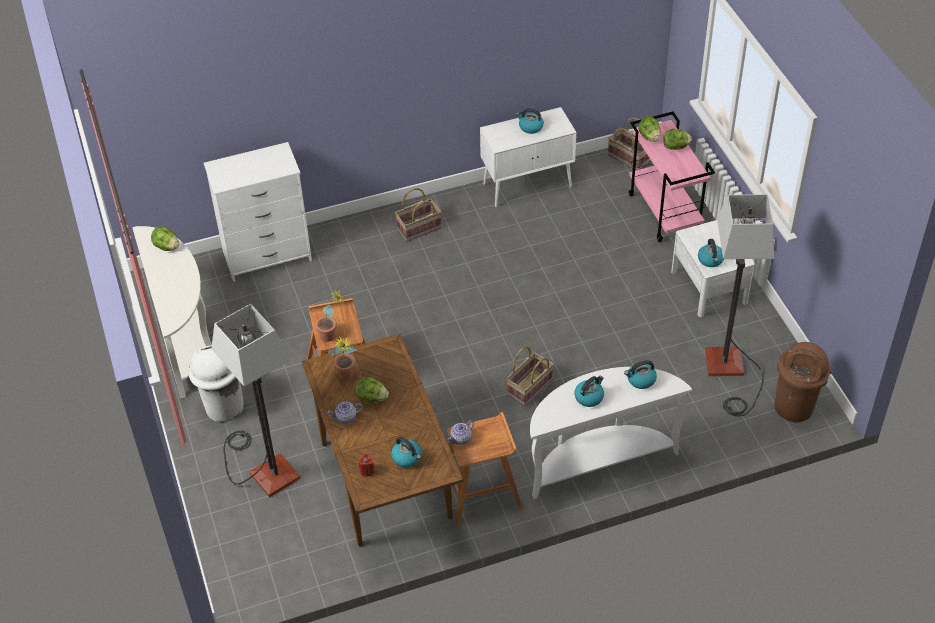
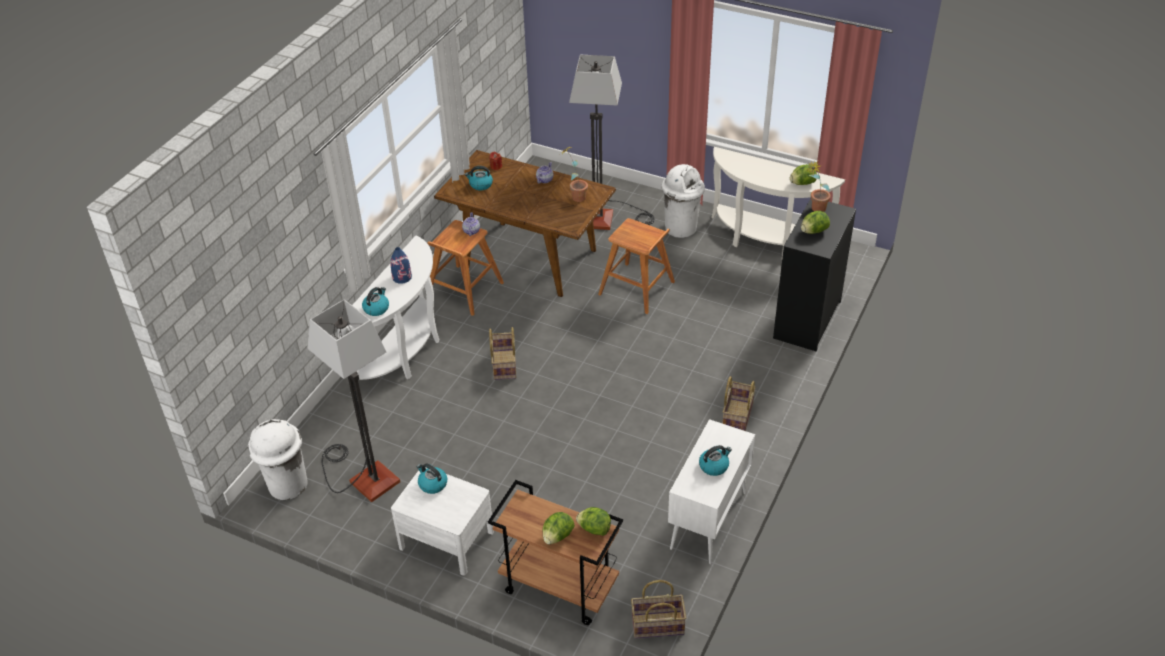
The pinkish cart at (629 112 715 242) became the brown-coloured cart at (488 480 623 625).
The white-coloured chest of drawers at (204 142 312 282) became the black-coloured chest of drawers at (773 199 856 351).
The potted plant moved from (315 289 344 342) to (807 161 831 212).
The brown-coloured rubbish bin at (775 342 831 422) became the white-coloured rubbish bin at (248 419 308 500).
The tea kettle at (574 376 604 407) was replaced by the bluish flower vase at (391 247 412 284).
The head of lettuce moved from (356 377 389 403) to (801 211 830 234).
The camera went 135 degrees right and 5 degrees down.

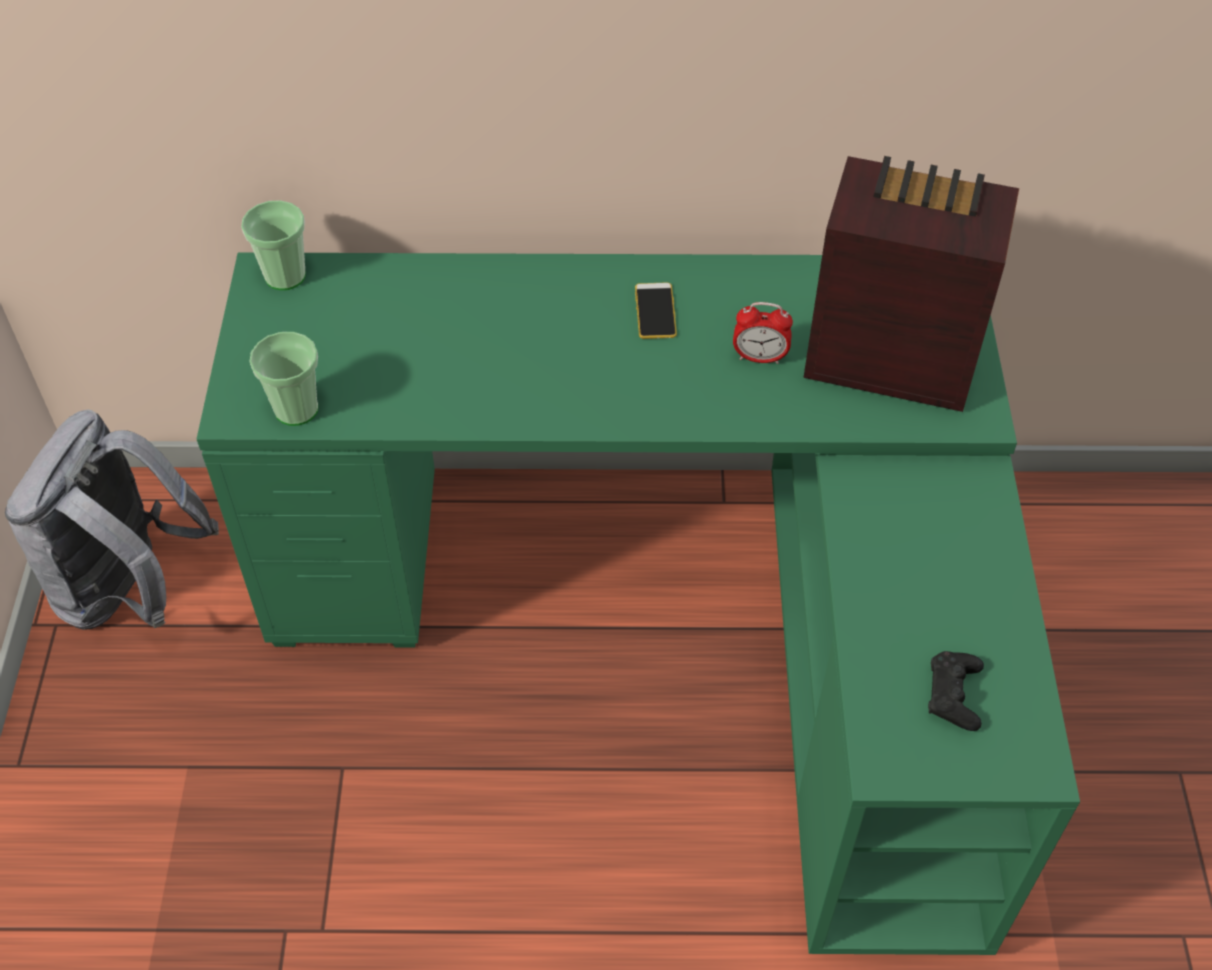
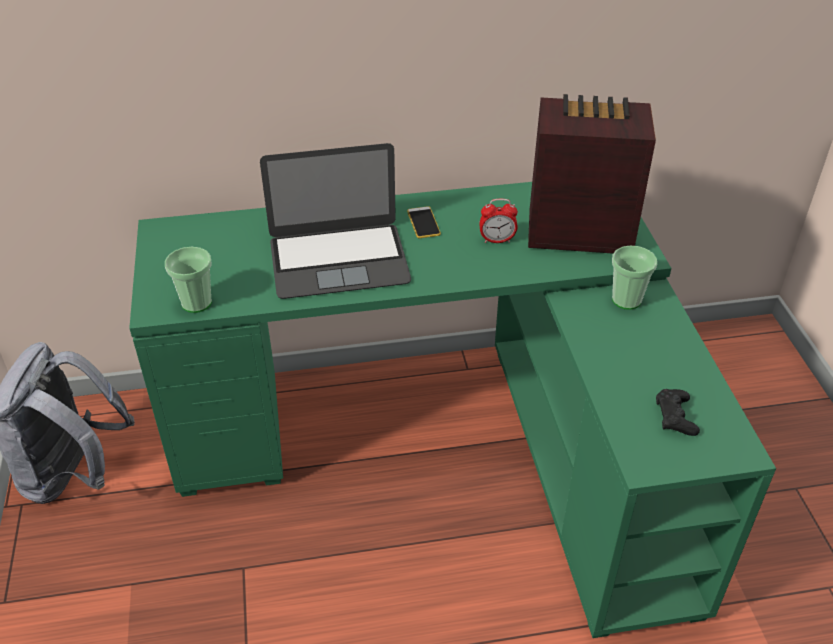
The cup moved from (241 200 306 290) to (612 246 657 310).
The notebook computer at (260 143 411 299) appeared.
The camera went 10 degrees left and 10 degrees down.

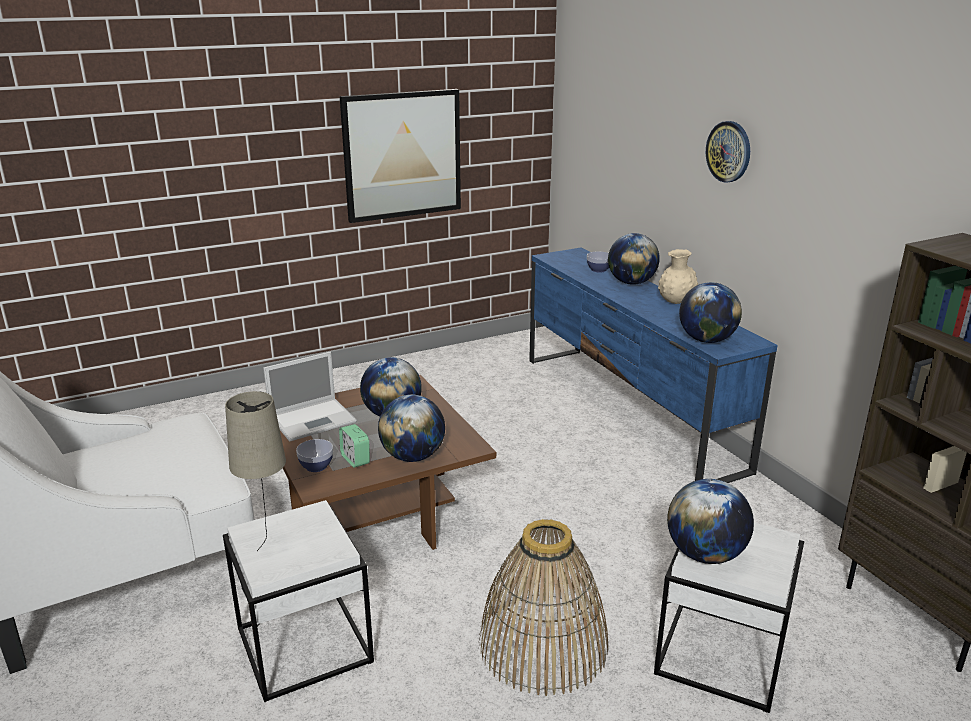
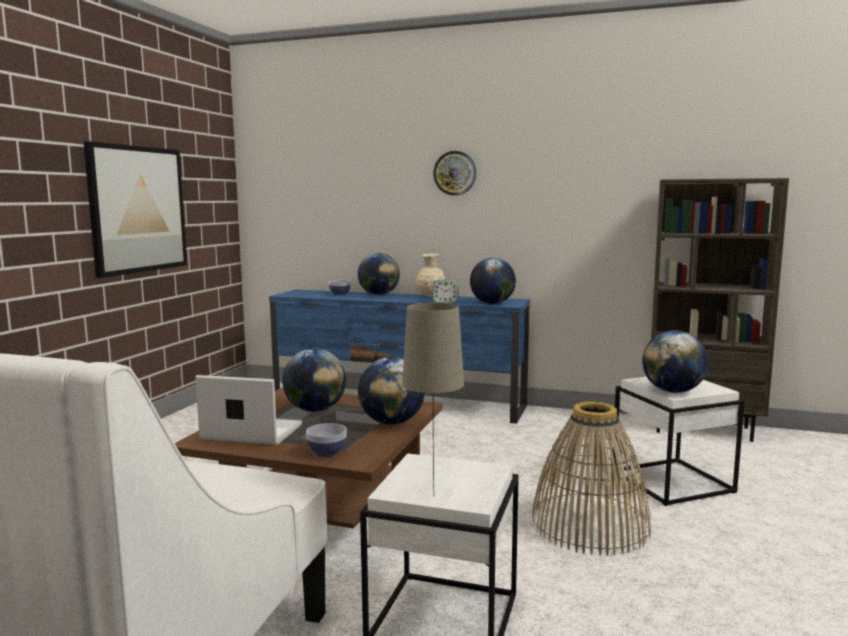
The notebook computer at (263 352 357 441) turned 90 degrees counterclockwise.
The table clock moved from (339 424 370 468) to (433 279 458 303).
The camera went 45 degrees left and 15 degrees down.

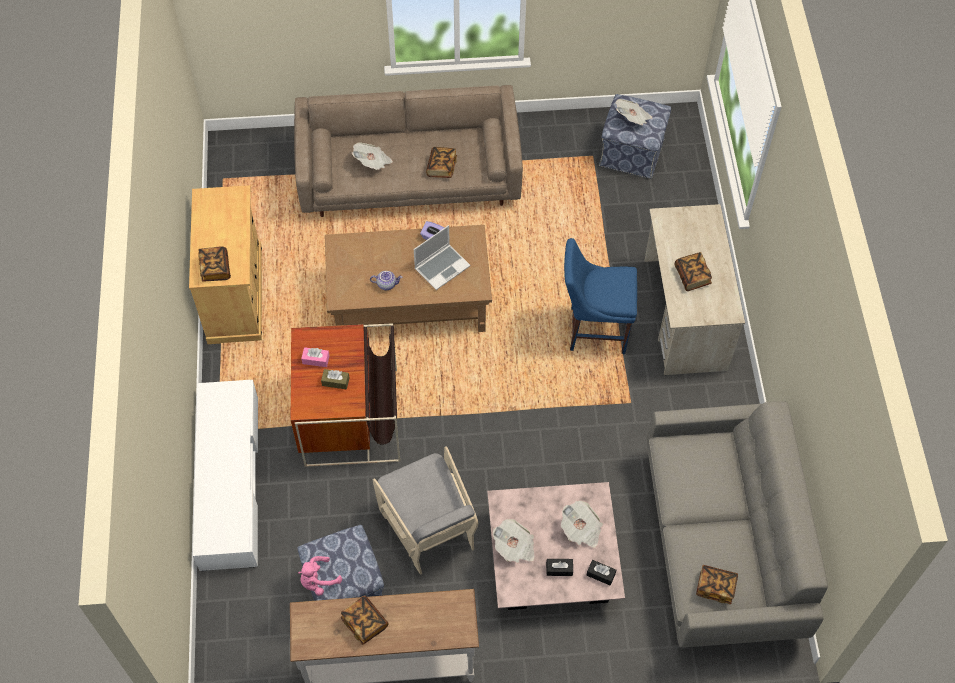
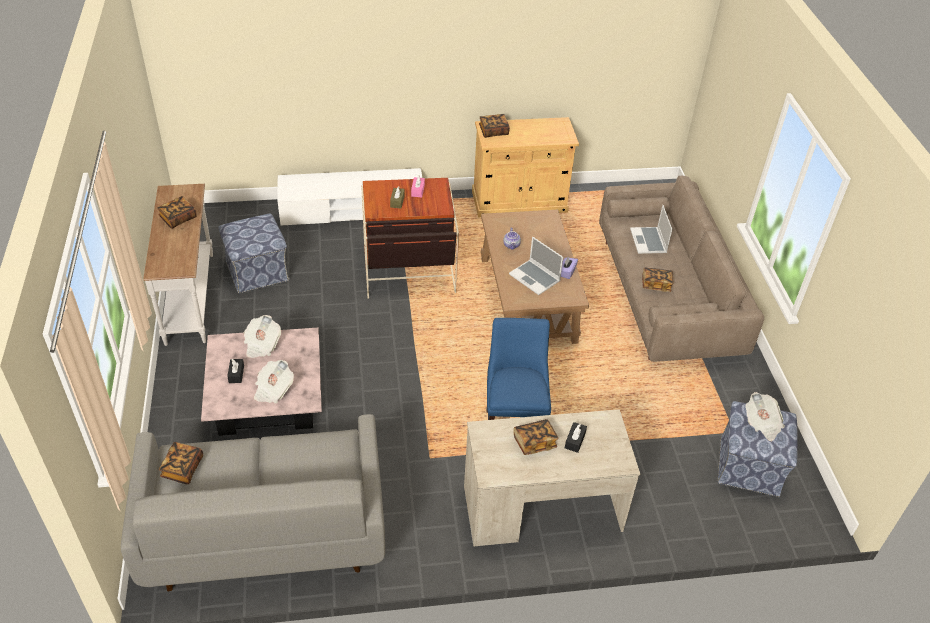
The newspaper at (352 142 393 170) was replaced by the notebook computer at (630 205 672 254).
The greyish lounge chair at (372 446 478 575) disappeared.
The pinkish plush toy at (298 556 342 596) disappeared.
The black-coloured box of tissues moved from (587 560 616 586) to (565 422 587 453).
The camera went 85 degrees right and 15 degrees down.

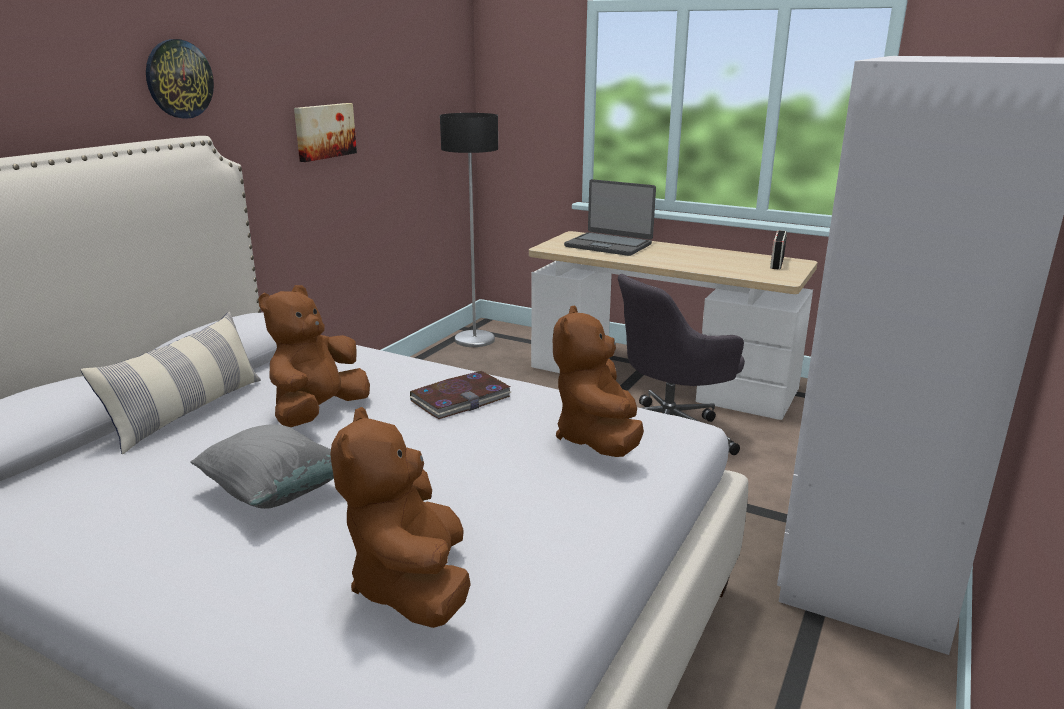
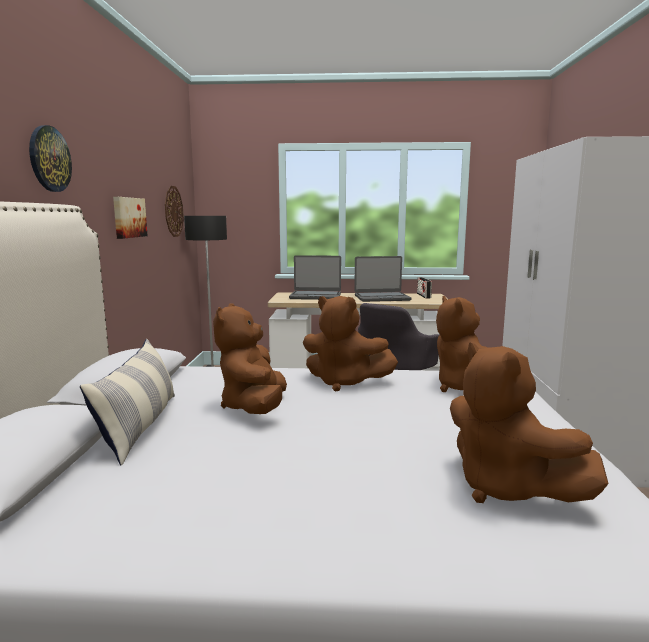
The volume at (409 371 512 419) was replaced by the brown-coloured plush toy at (303 296 398 392).
The greyish throw pillow at (190 424 334 509) disappeared.
The wall clock at (165 186 184 237) appeared.
The notebook computer at (354 256 412 302) appeared.
The camera went 25 degrees left and 10 degrees down.

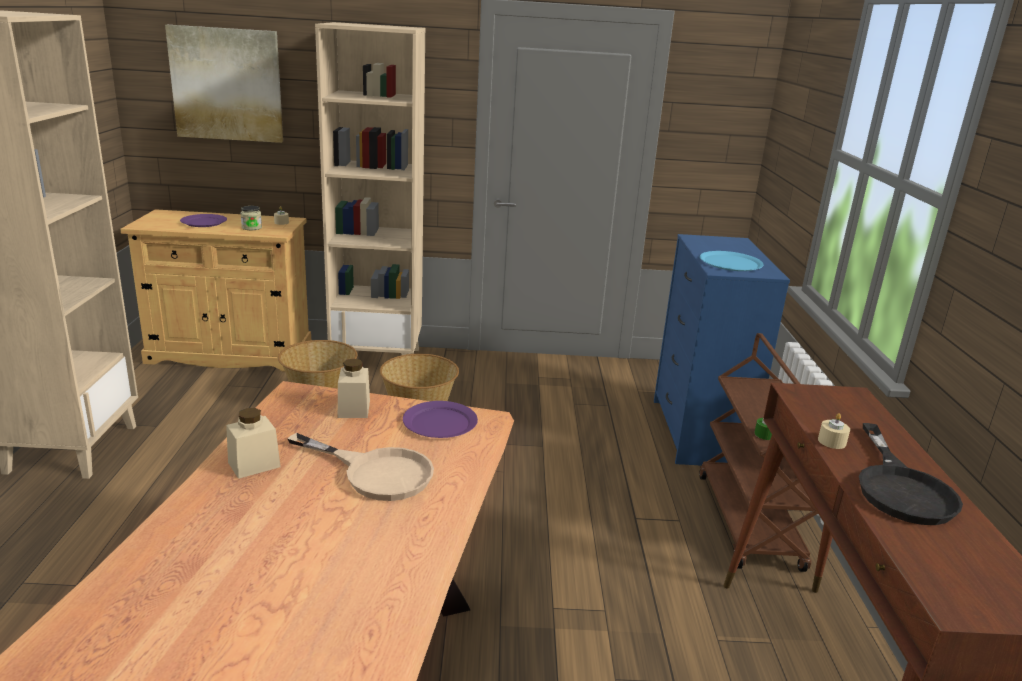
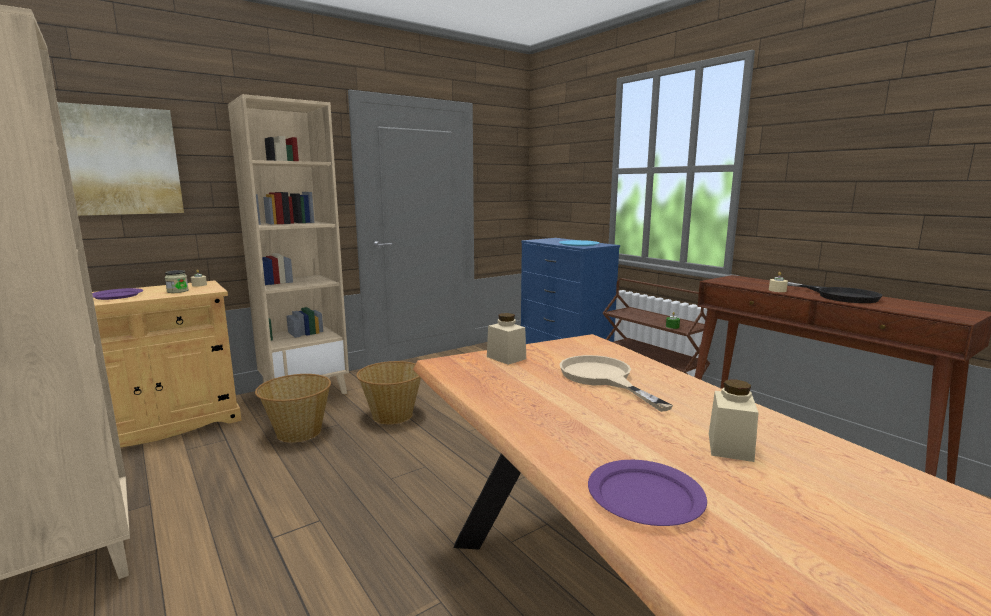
The purple-coloured dinner plate moved from (403 401 478 438) to (588 460 707 526).
The beige-coloured preserve jar moved from (226 408 281 479) to (709 379 758 462).
The beige-coloured frying pan at (287 433 434 501) turned 105 degrees counterclockwise.
The camera went 35 degrees left and 10 degrees down.

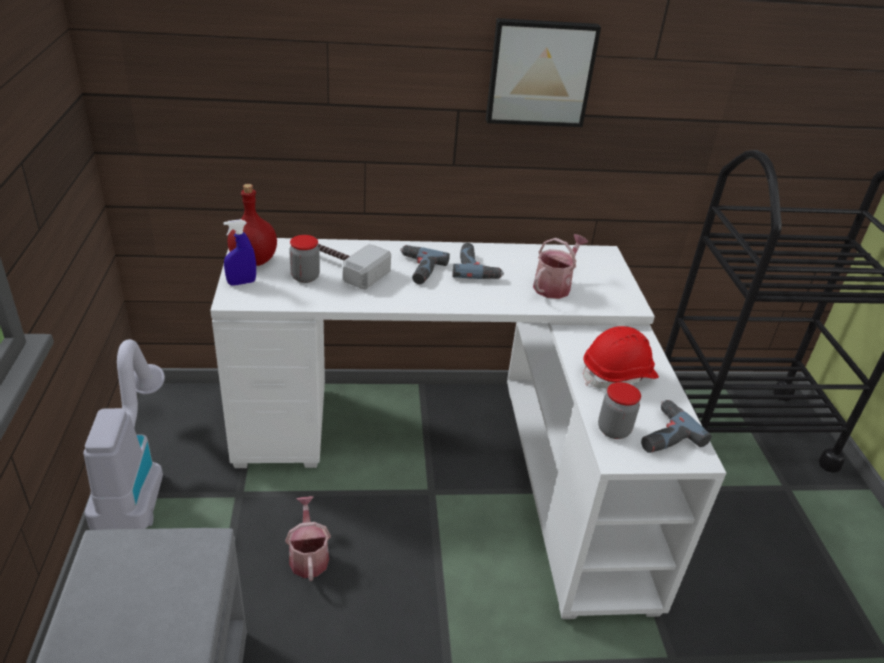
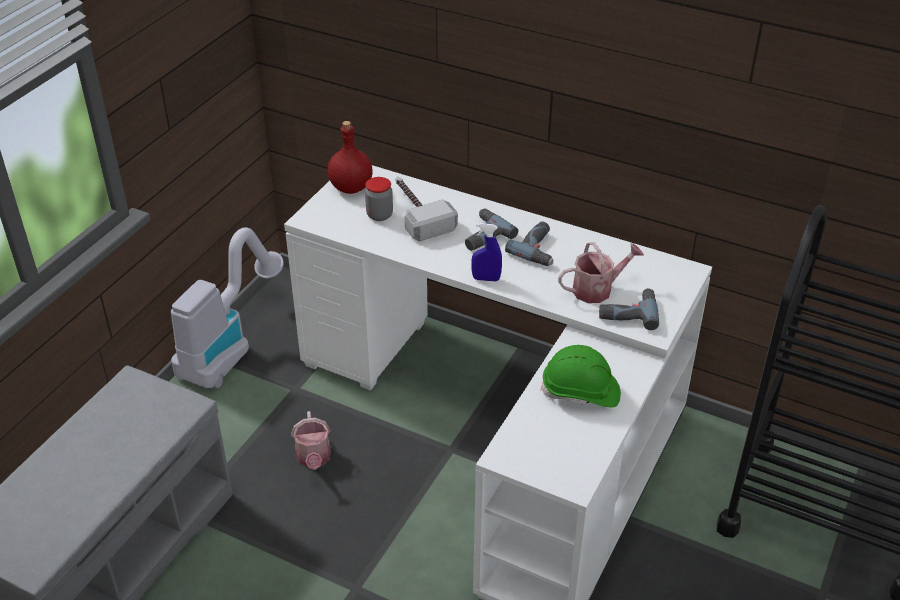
The wall picture at (486 18 601 127) disappeared.
The bluish hand sprayer moved from (223 219 256 286) to (471 223 502 282).
The red-coloured safety helmet at (583 326 659 388) became the green-coloured safety helmet at (540 345 621 408).
The preserve jar at (598 382 641 439) disappeared.
The power drill moved from (641 400 712 453) to (599 288 659 330).
The watering can at (285 496 331 581) turned 150 degrees clockwise.
The camera went 35 degrees right and 5 degrees up.

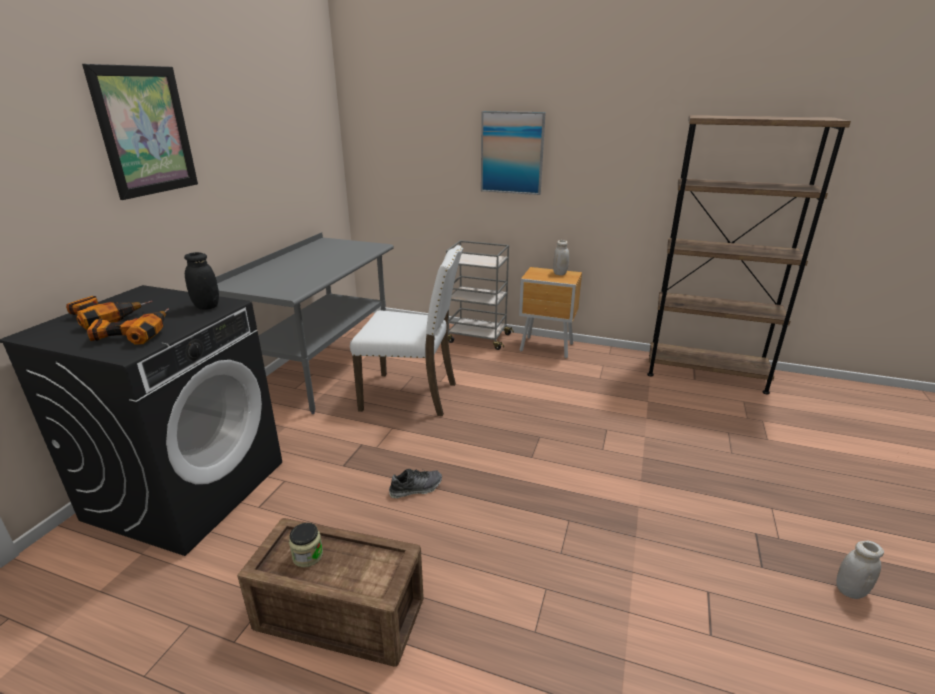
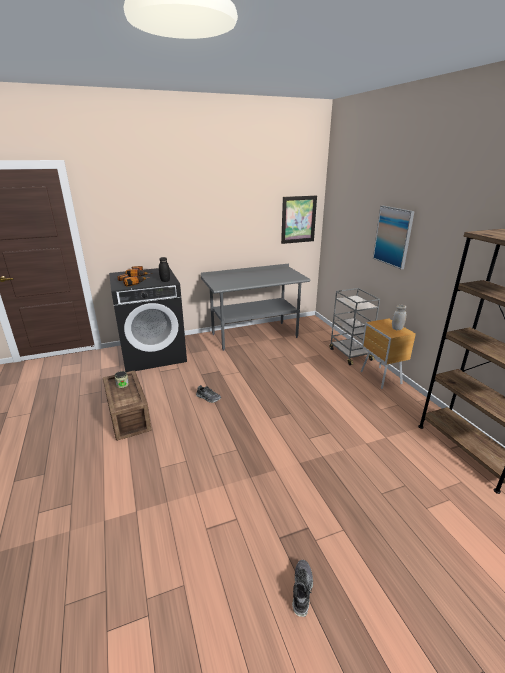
The wall picture moved from (82 64 198 200) to (281 196 317 244).
The white-coloured plain chair at (350 245 463 416) disappeared.
The white-coloured preserve jar at (836 541 884 599) was replaced by the shoe at (292 560 313 617).
The camera went 50 degrees right and 0 degrees up.

